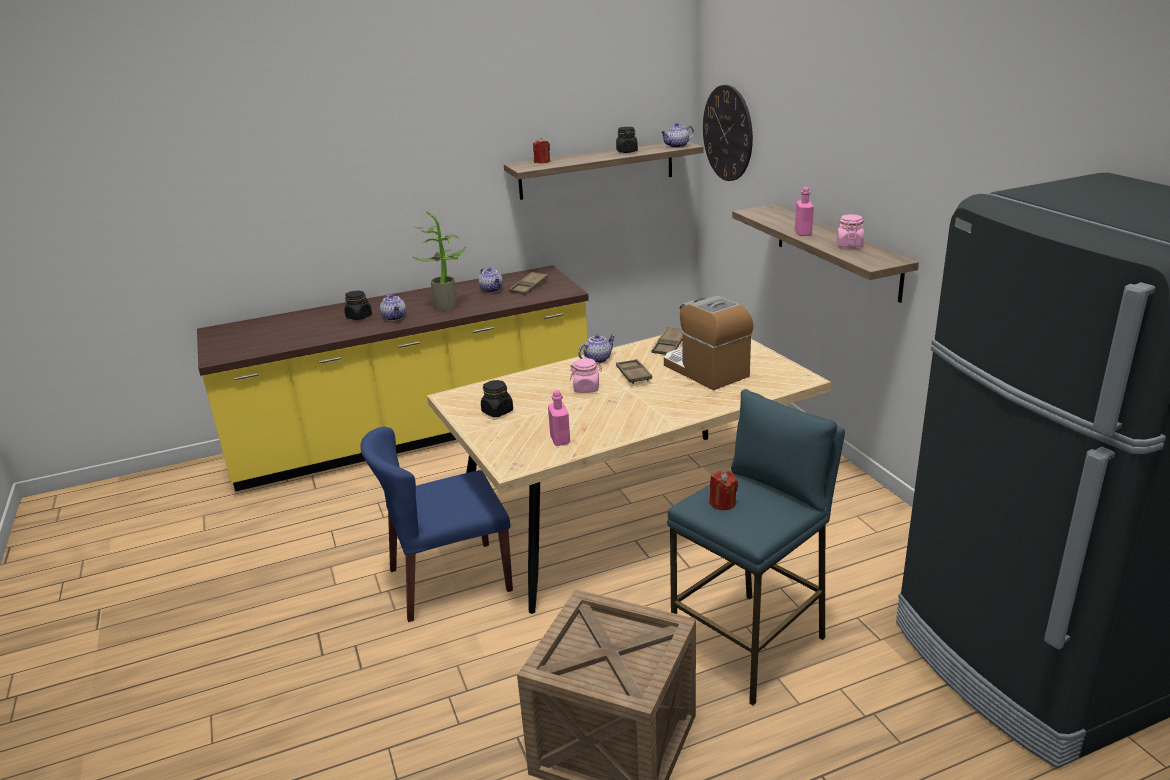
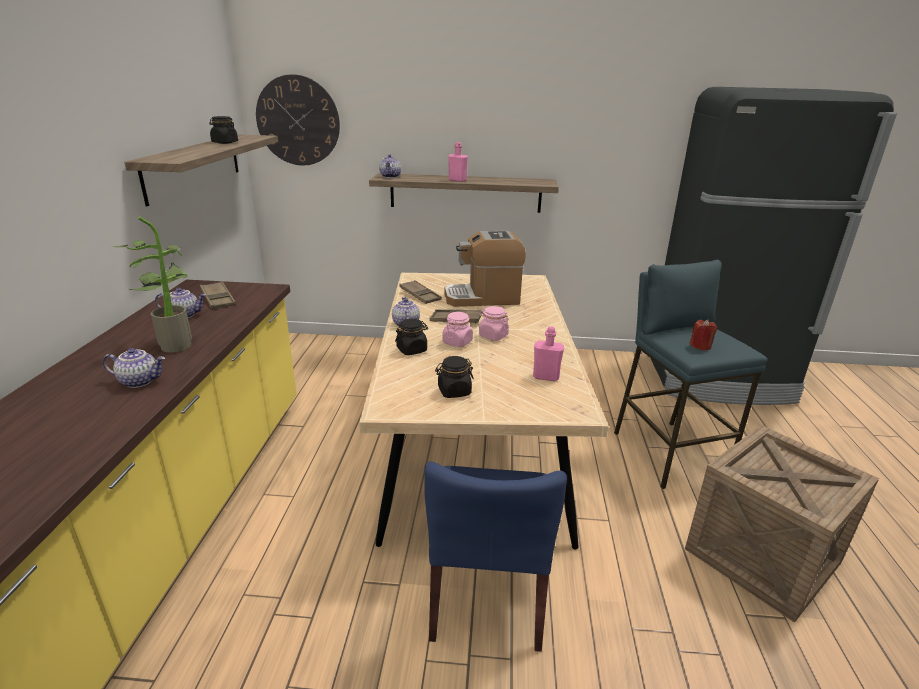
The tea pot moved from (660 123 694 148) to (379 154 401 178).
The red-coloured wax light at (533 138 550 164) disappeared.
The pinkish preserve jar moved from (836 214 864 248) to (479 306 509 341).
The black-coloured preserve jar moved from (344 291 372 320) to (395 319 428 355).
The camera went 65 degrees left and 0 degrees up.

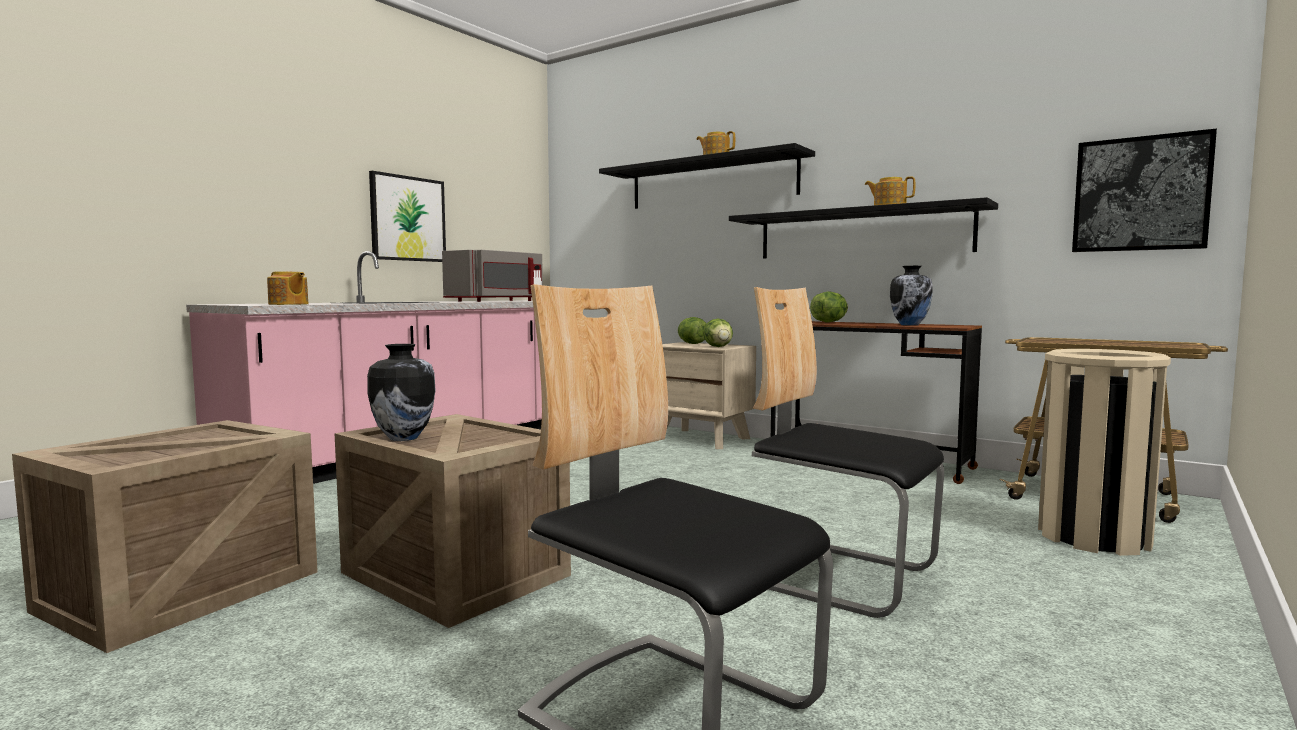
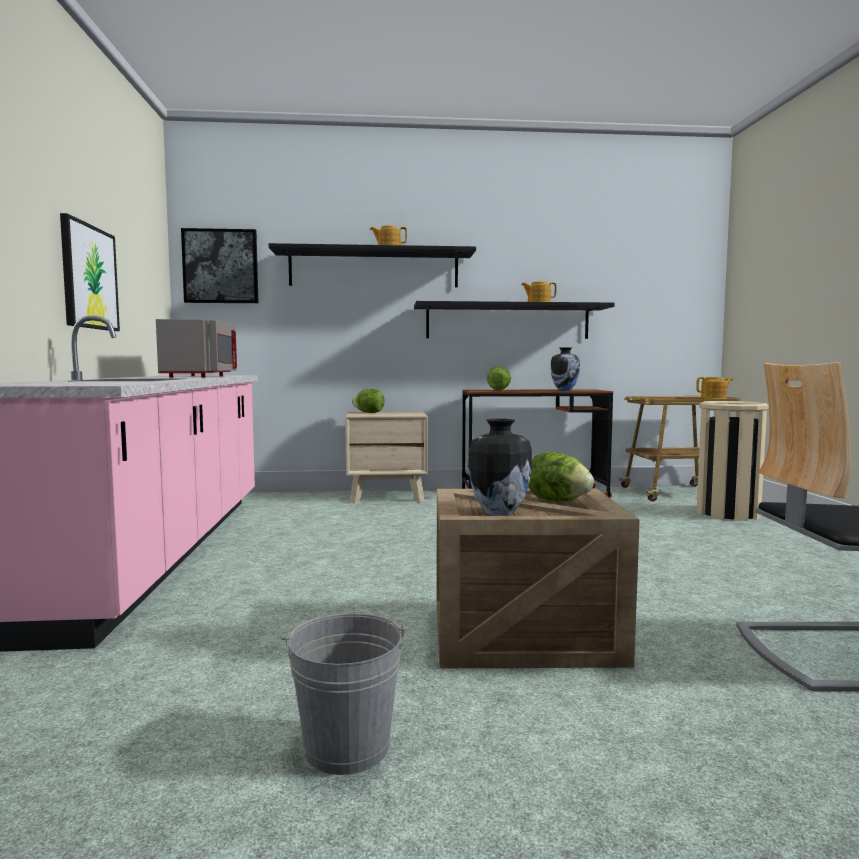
The wall picture moved from (1072 129 1217 252) to (181 228 259 303).
The tea pot moved from (267 271 309 305) to (696 377 733 399).
The plain chair at (752 287 944 618) disappeared.
The head of lettuce moved from (703 319 733 347) to (528 452 594 501).
The shipping crate at (12 420 318 653) was replaced by the greyish water bucket at (280 613 408 775).
The camera went 40 degrees left and 0 degrees up.

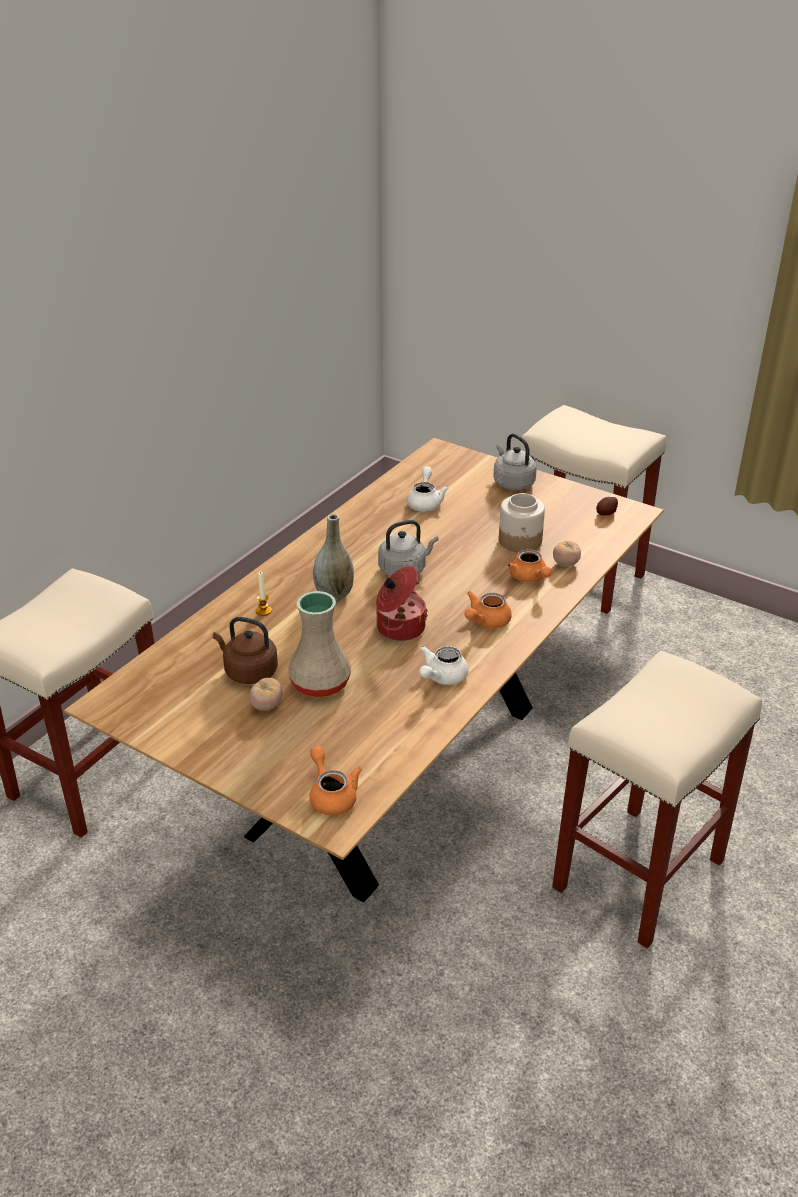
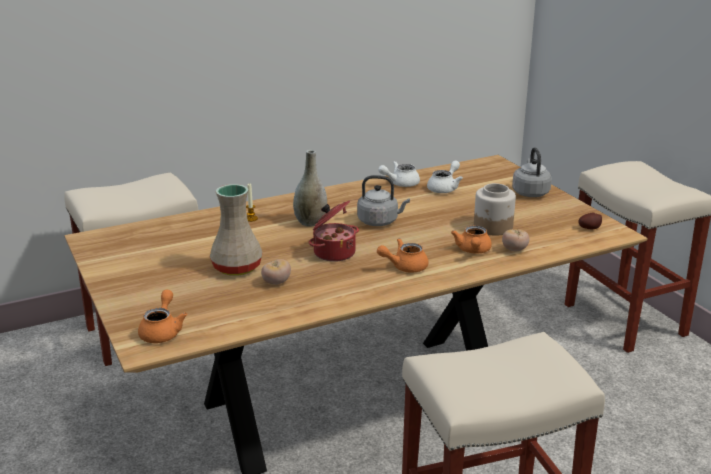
The brown-coloured tea kettle at (213 617 278 684) disappeared.
The white-coloured tea pot moved from (419 646 468 685) to (378 161 420 187).
The tomato moved from (249 678 283 711) to (261 259 291 285).
The camera went 30 degrees right and 10 degrees down.

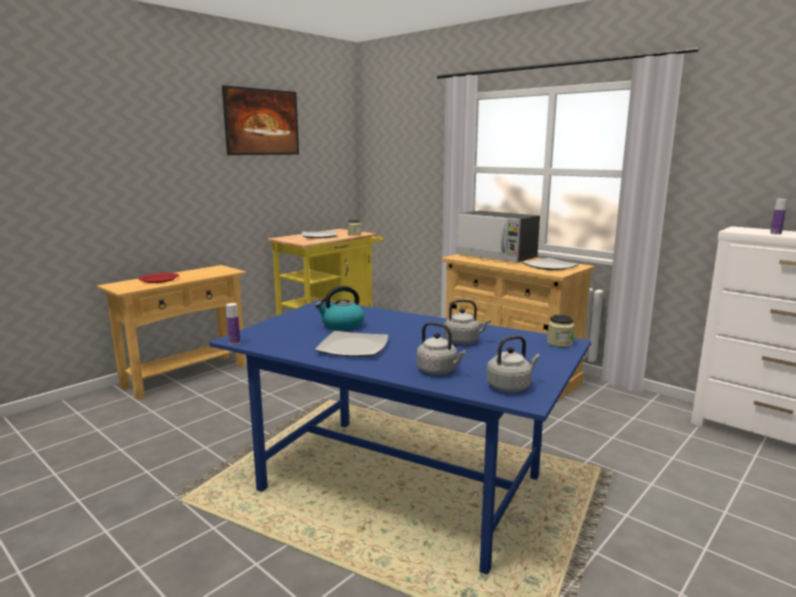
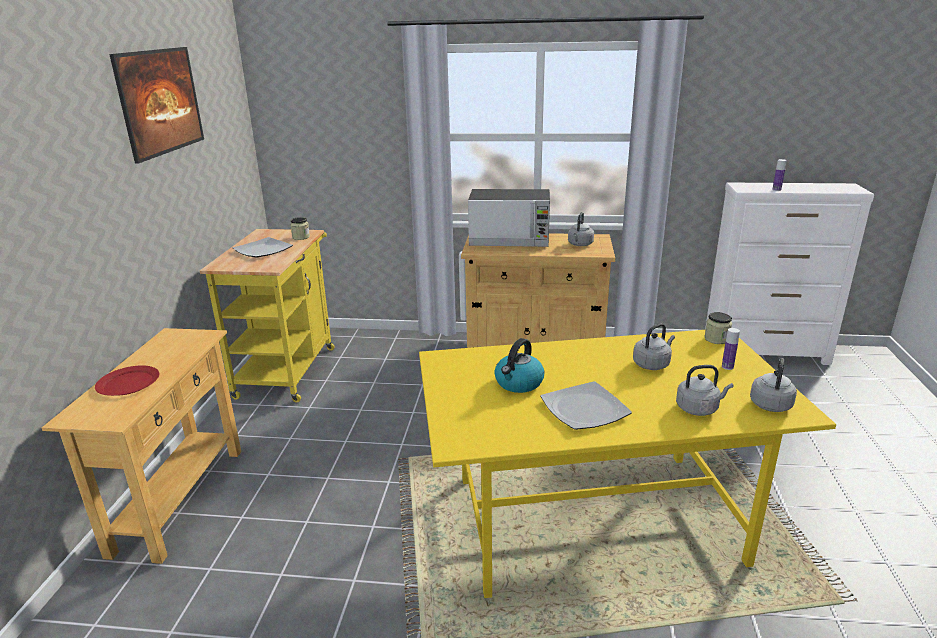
The dinner plate at (522 258 579 270) was replaced by the greyish tea kettle at (568 212 594 246).
The bluish kitchen table at (209 299 591 575) became the yellow-coloured kitchen table at (419 330 836 598).
The drink bottle moved from (226 303 240 345) to (722 328 740 370).
The camera went 35 degrees left and 10 degrees up.

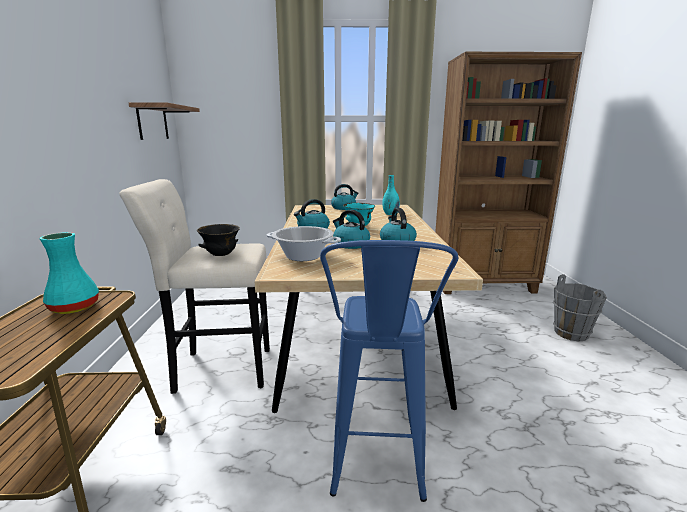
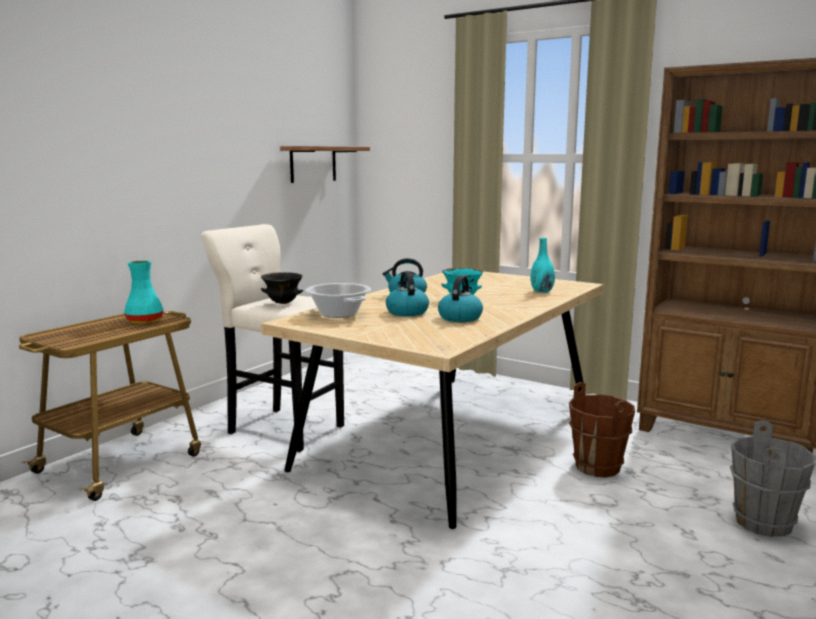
The tea kettle at (331 184 359 210) disappeared.
The bluish stool seat at (320 240 458 502) disappeared.
The brown-coloured water bucket at (569 382 635 478) appeared.
The camera went 35 degrees right and 5 degrees down.

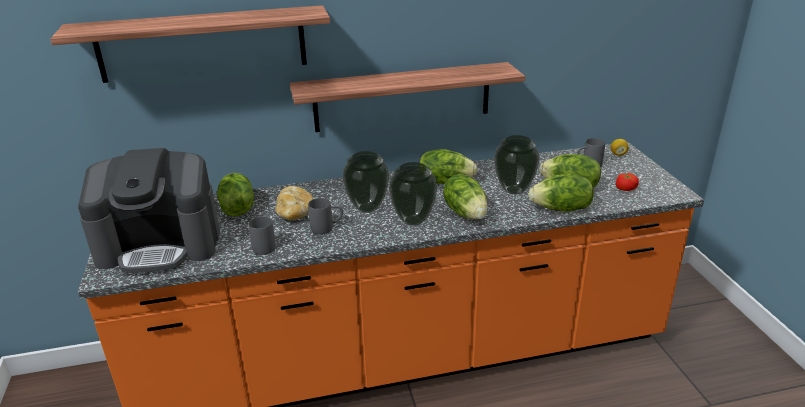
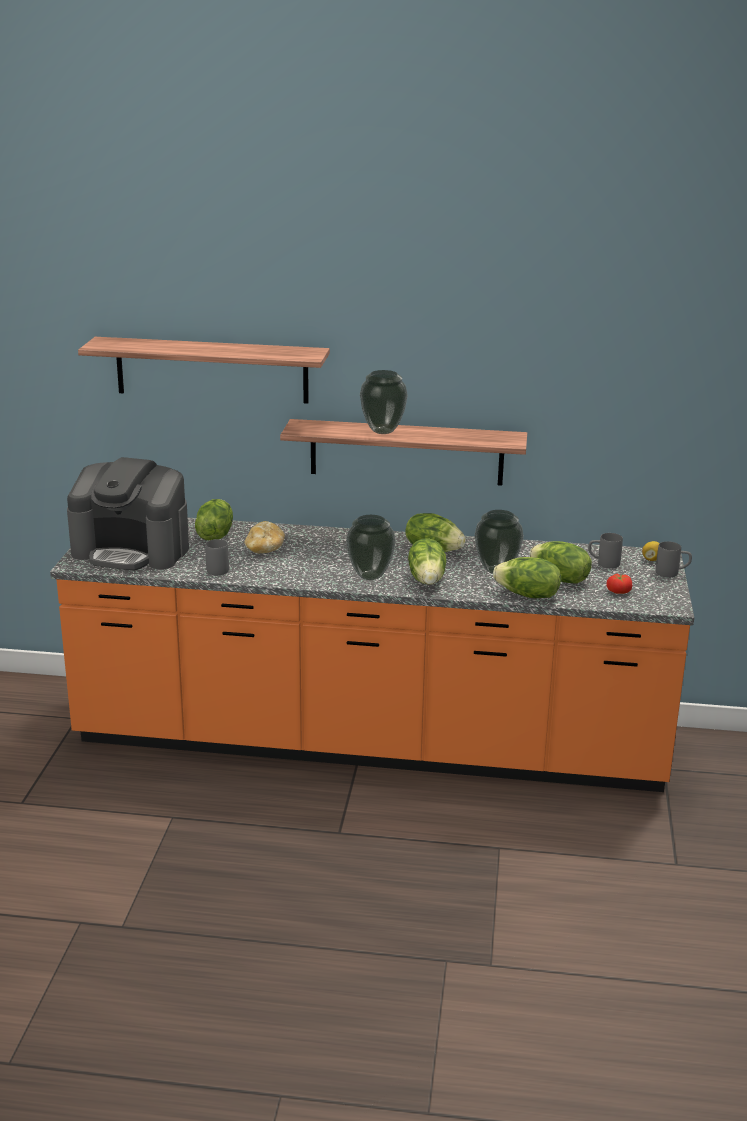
The flower vase moved from (342 151 389 213) to (360 370 408 434).
The greyish mug moved from (308 198 343 235) to (656 541 692 578).
The camera went 20 degrees right and 5 degrees down.

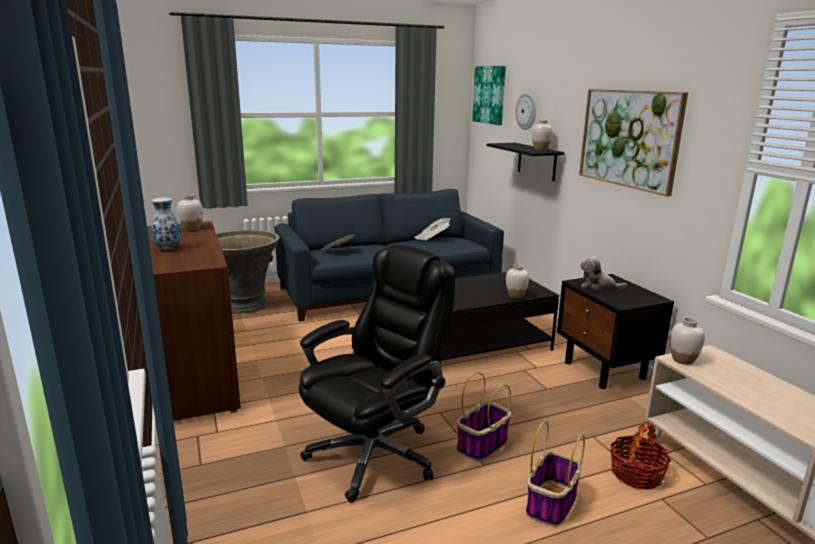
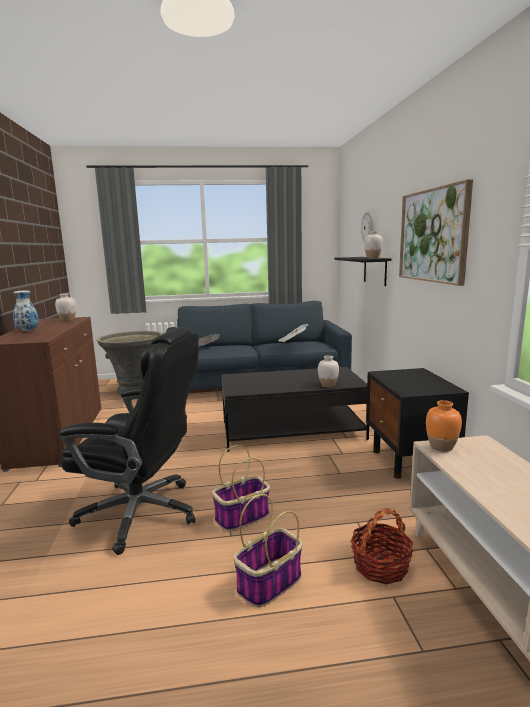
The wall picture at (472 66 506 125) disappeared.
The black-coloured computer chair at (299 244 455 503) turned 45 degrees clockwise.
The plush toy at (580 256 627 291) disappeared.
The white-coloured flower vase at (670 317 705 365) became the orange flower vase at (426 400 462 452).
The camera went 15 degrees right and 5 degrees down.

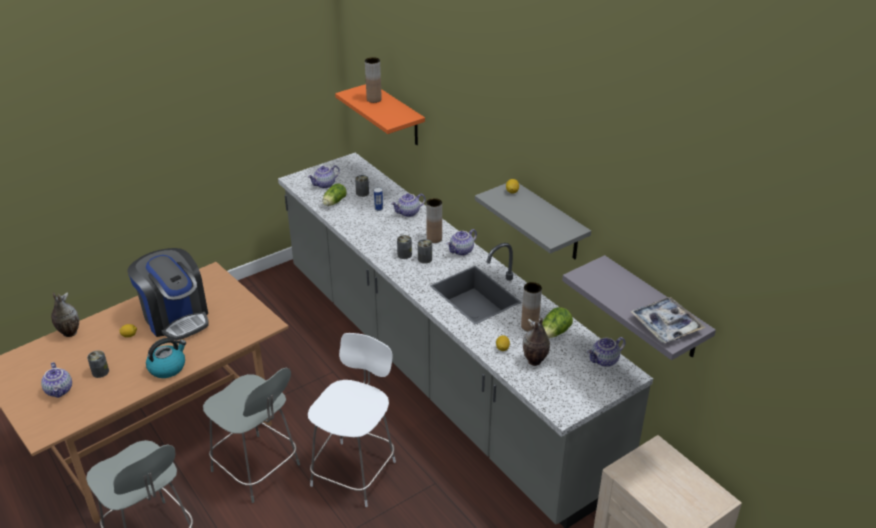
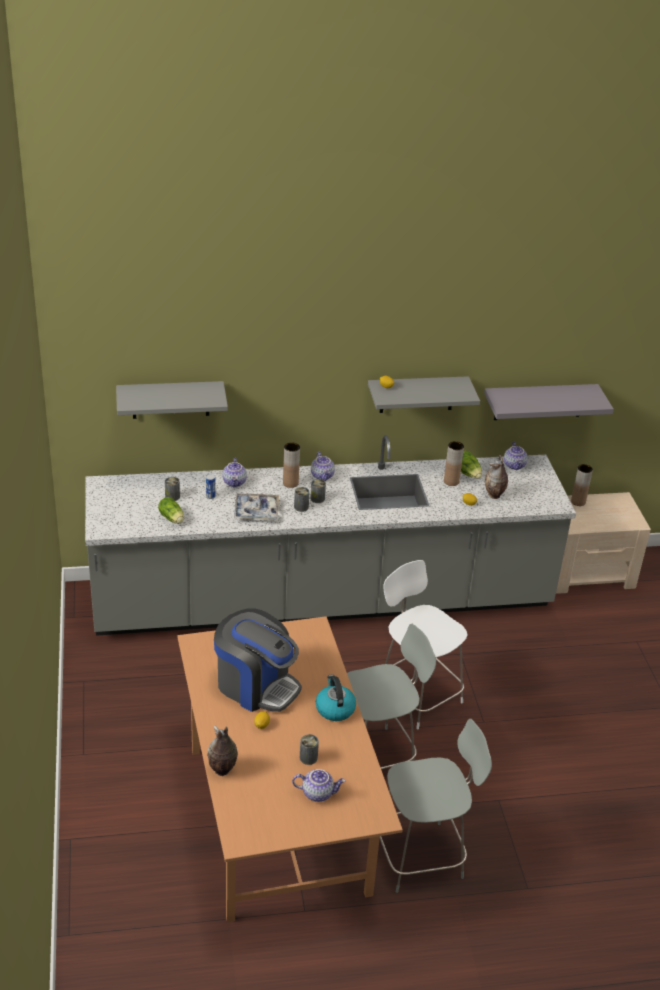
The brown-coloured flower vase moved from (365 57 382 103) to (571 464 593 506).
The orange wall shelf at (335 84 425 145) became the greyish wall shelf at (116 381 228 419).
The tea pot at (308 165 340 189) disappeared.
The coffee machine at (127 248 209 341) turned 45 degrees clockwise.
The tray moved from (630 297 706 343) to (234 494 279 520).
The camera went 65 degrees left and 0 degrees up.

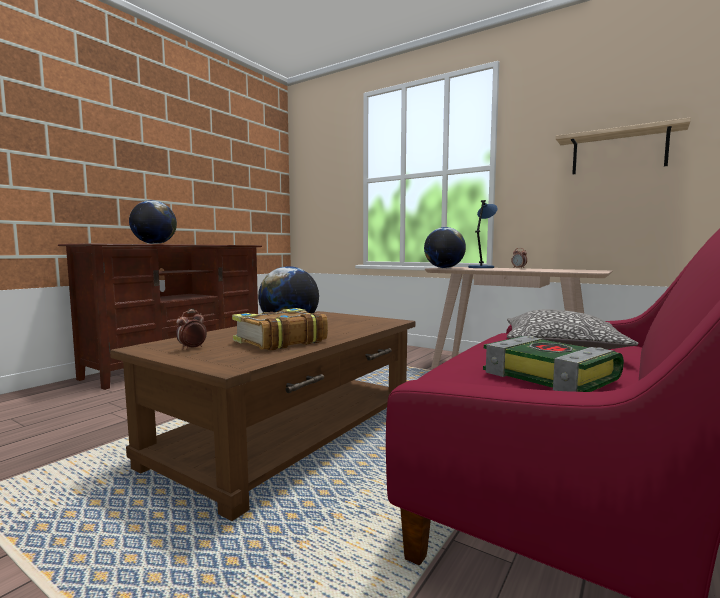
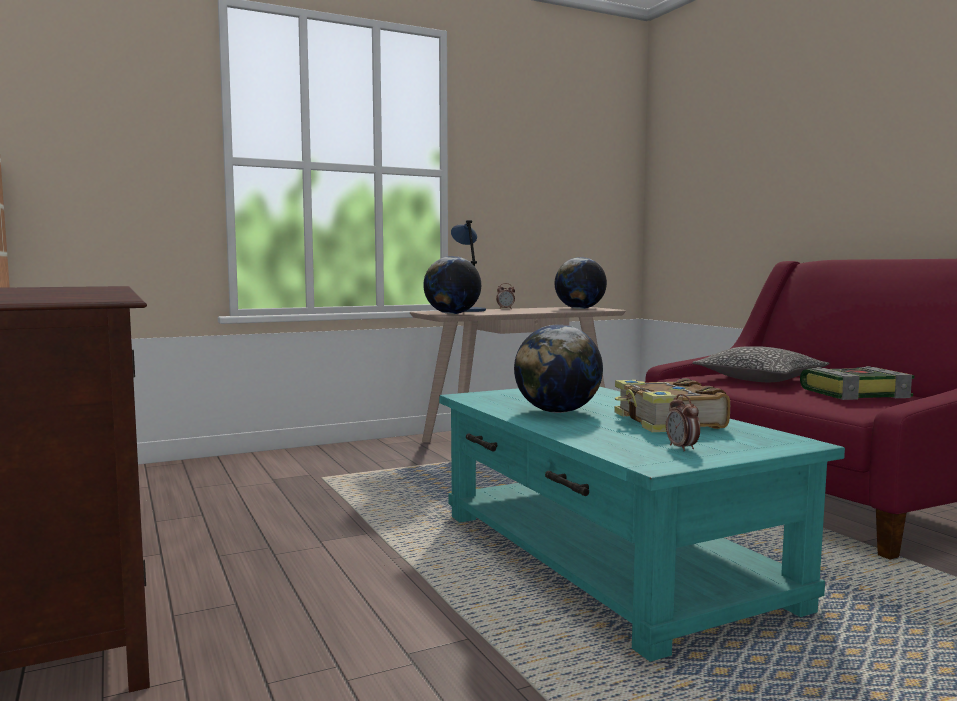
The wall shelf at (556 117 691 174) disappeared.
The world globe moved from (129 200 177 244) to (555 257 607 309).
The brown-coloured coffee table at (110 311 415 521) became the turquoise-coloured coffee table at (439 387 845 662).
The camera went 60 degrees left and 0 degrees up.

